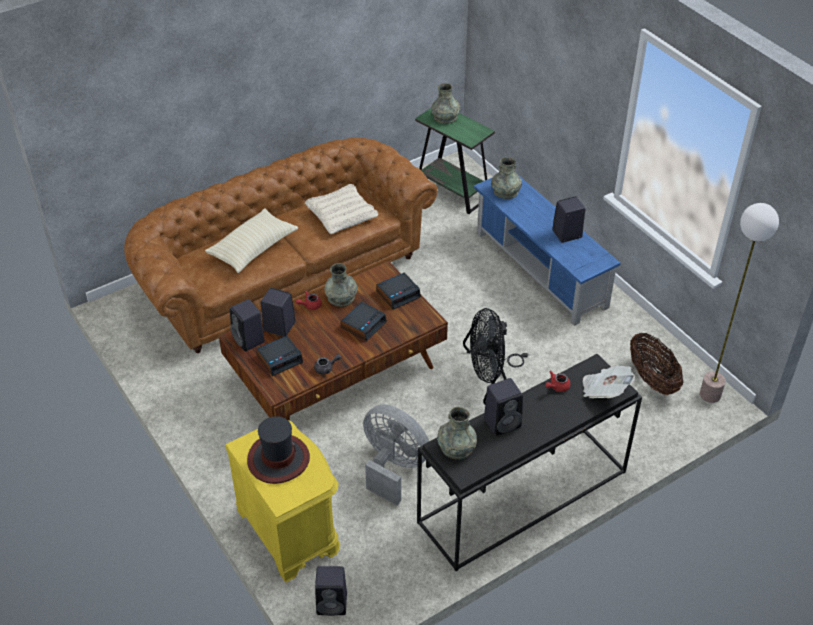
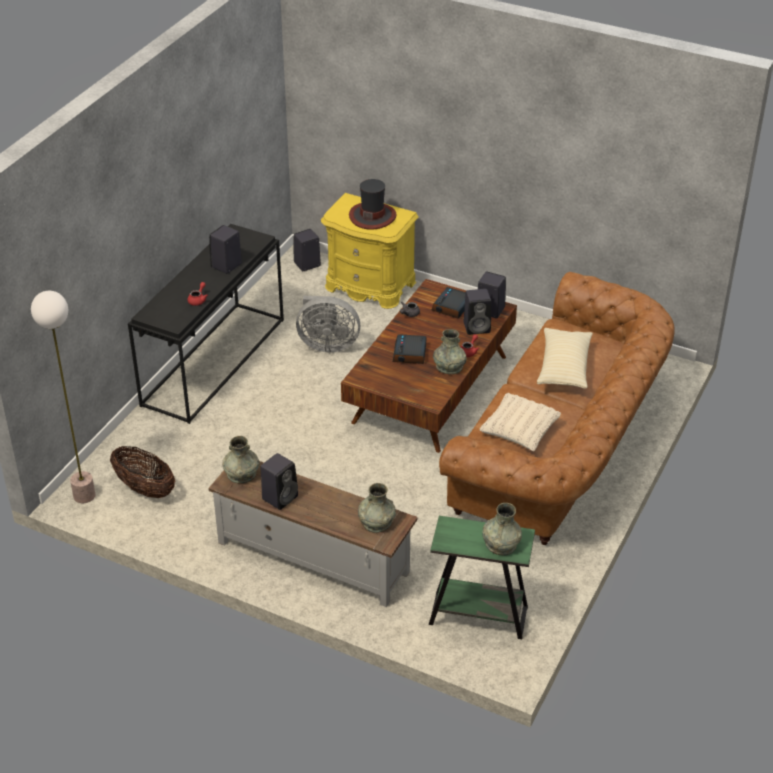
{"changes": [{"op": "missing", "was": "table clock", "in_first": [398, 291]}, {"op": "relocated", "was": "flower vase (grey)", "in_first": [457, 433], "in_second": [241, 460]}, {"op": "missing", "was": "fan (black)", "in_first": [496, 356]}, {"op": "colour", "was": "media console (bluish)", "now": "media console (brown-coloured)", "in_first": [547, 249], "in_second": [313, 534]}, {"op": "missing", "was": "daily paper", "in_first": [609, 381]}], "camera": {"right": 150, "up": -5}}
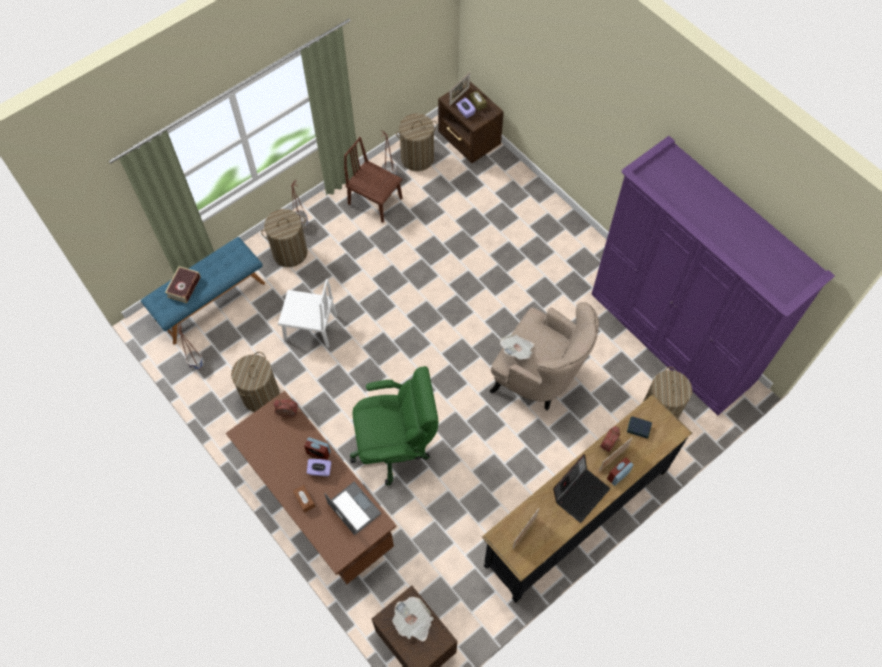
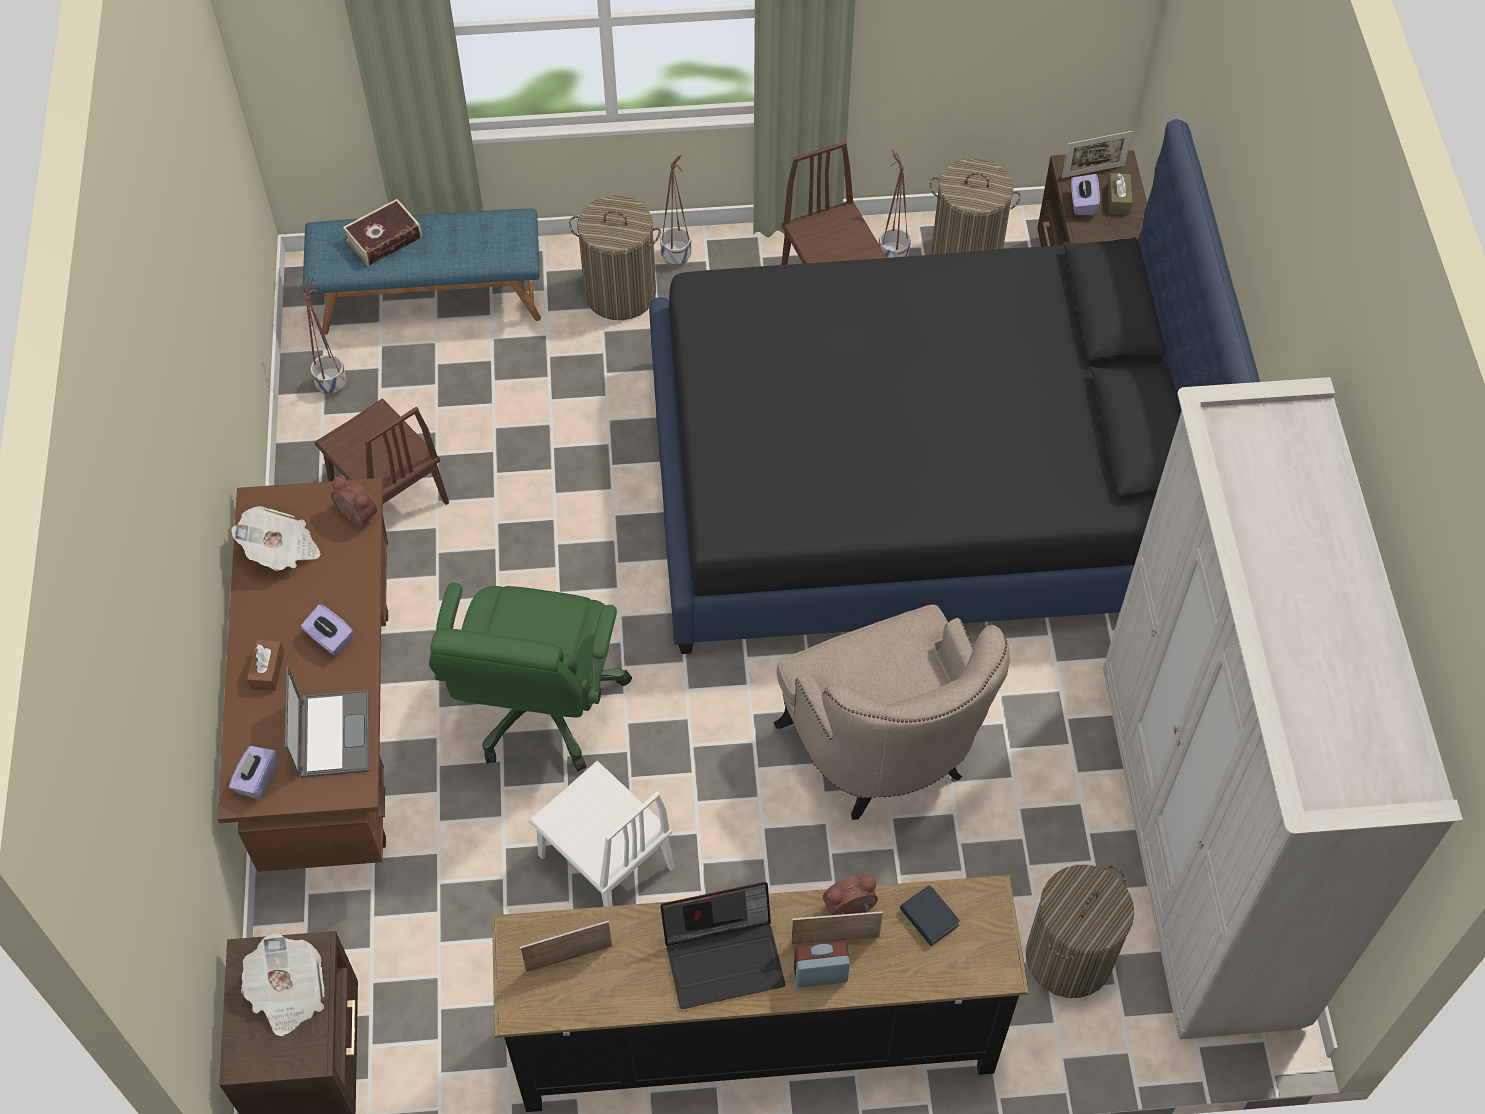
{"changes": [{"op": "exchanged", "was": "washing basket", "now": "chair (brown-coloured)", "in_first": [255, 382], "in_second": [381, 471]}, {"op": "relocated", "was": "chair (white-coloured)", "in_first": [307, 313], "in_second": [601, 834]}, {"op": "missing", "was": "table clock", "in_first": [317, 448]}, {"op": "spun", "was": "desk chair (green)", "in_first": [394, 425], "in_second": [530, 677], "clockwise": 75}, {"op": "relocated", "was": "daily paper", "in_first": [517, 347], "in_second": [276, 538]}, {"op": "colour", "was": "clothes cupboard (purplish)", "now": "clothes cupboard (white-coloured)", "in_first": [713, 275], "in_second": [1283, 708]}, {"op": "appeared", "now": "box of tissues (purplish)", "in_second": [253, 772]}, {"op": "appeared", "now": "bed (black)", "in_second": [954, 386]}], "camera": {"right": 35, "up": -5}}
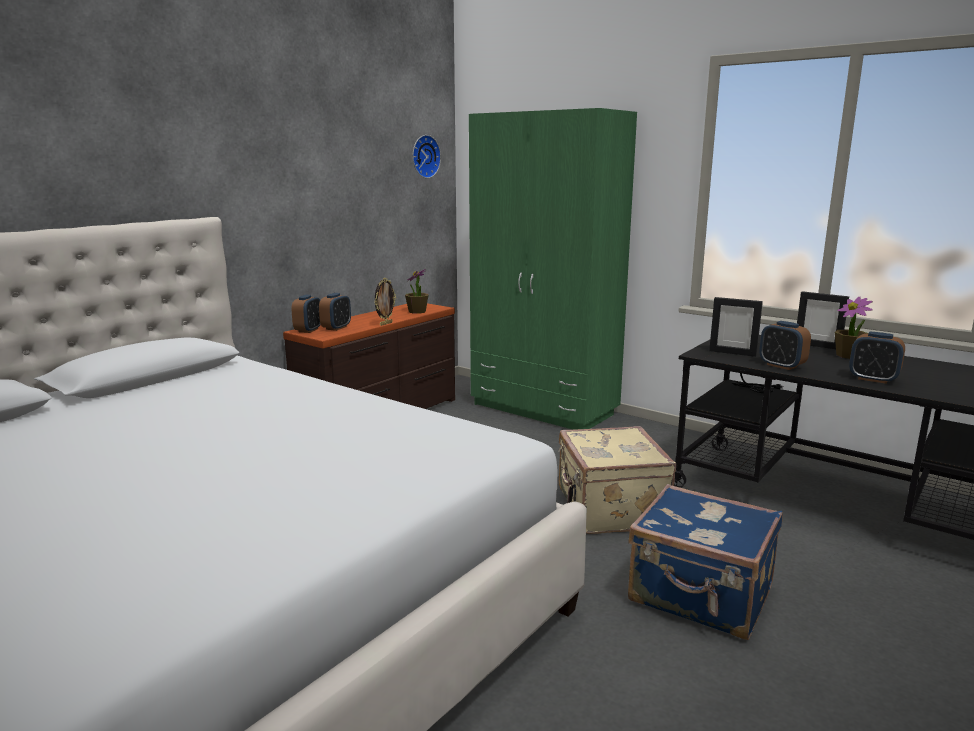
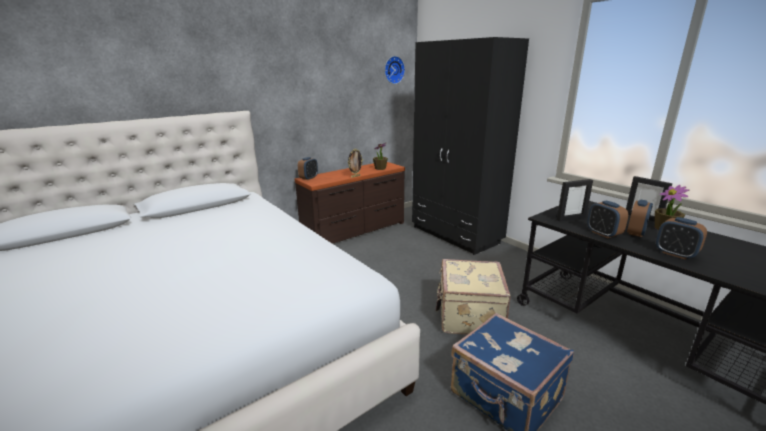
{"changes": [{"op": "relocated", "was": "table clock", "in_first": [335, 312], "in_second": [640, 218]}, {"op": "colour", "was": "clothes cupboard (green)", "now": "clothes cupboard (black)", "in_first": [553, 269], "in_second": [470, 146]}, {"op": "spun", "was": "standing frame", "in_first": [736, 327], "in_second": [574, 200], "clockwise": -60}], "camera": {"right": 15, "up": 5}}
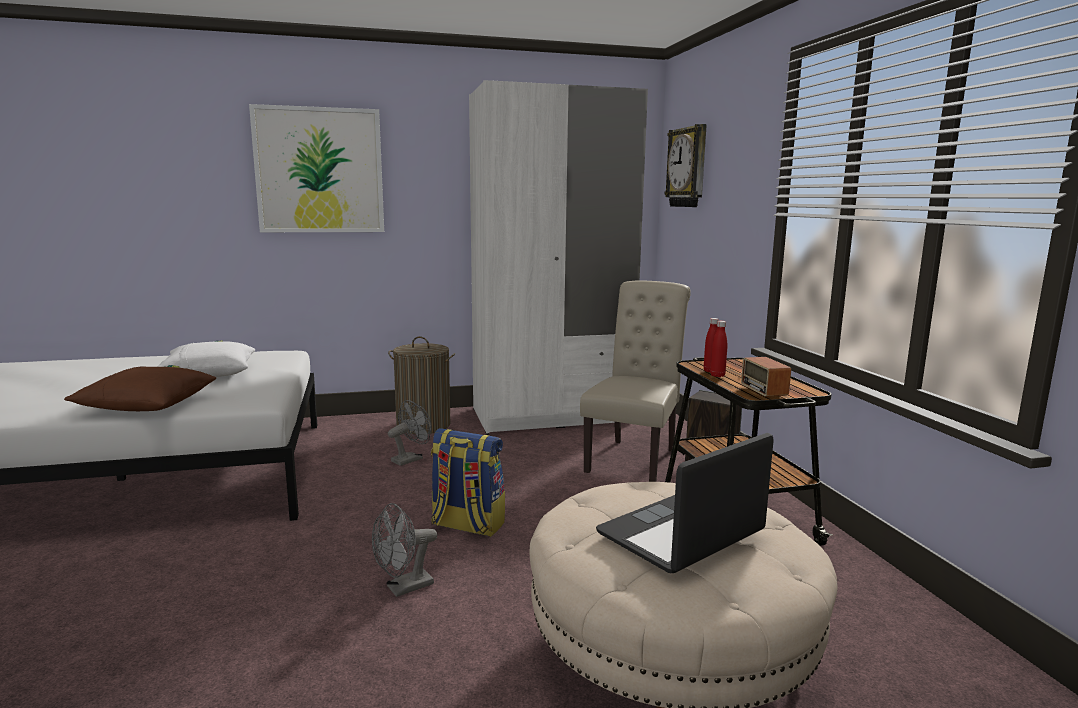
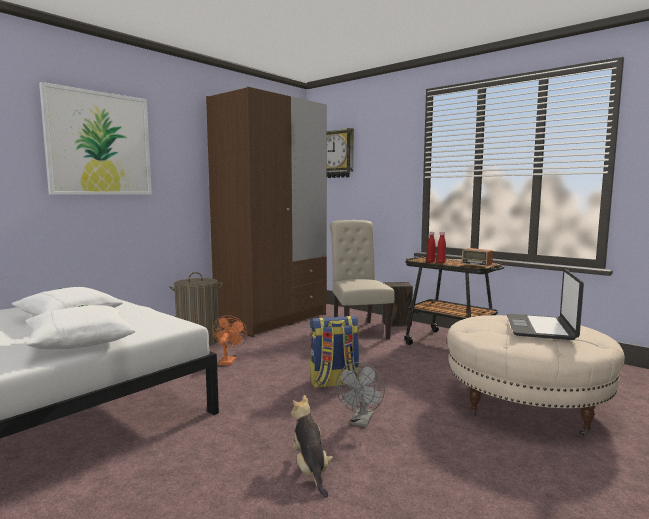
{"changes": [{"op": "colour", "was": "throw pillow (brown-coloured)", "now": "throw pillow (white-coloured)", "in_first": [140, 388], "in_second": [80, 327]}, {"op": "colour", "was": "fan (grey)", "now": "fan (orange)", "in_first": [409, 433], "in_second": [230, 340]}, {"op": "colour", "was": "clothes cupboard (white-coloured)", "now": "clothes cupboard (brown-coloured)", "in_first": [558, 257], "in_second": [266, 212]}, {"op": "appeared", "now": "cuddly toy", "in_second": [312, 446]}], "camera": {"right": -35, "up": -5}}
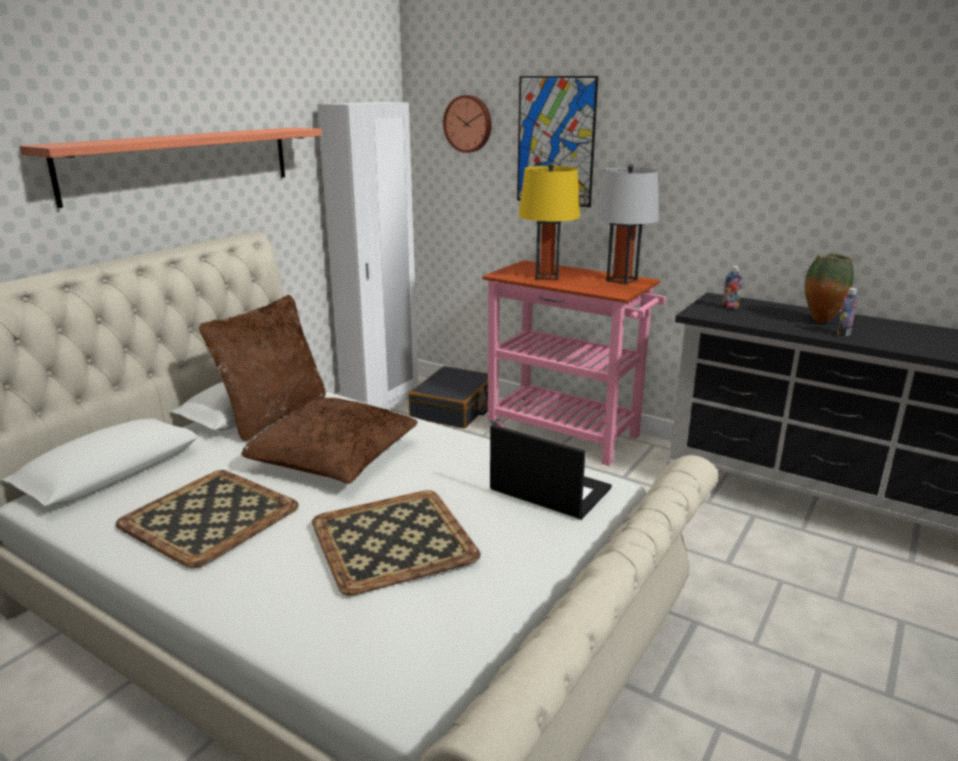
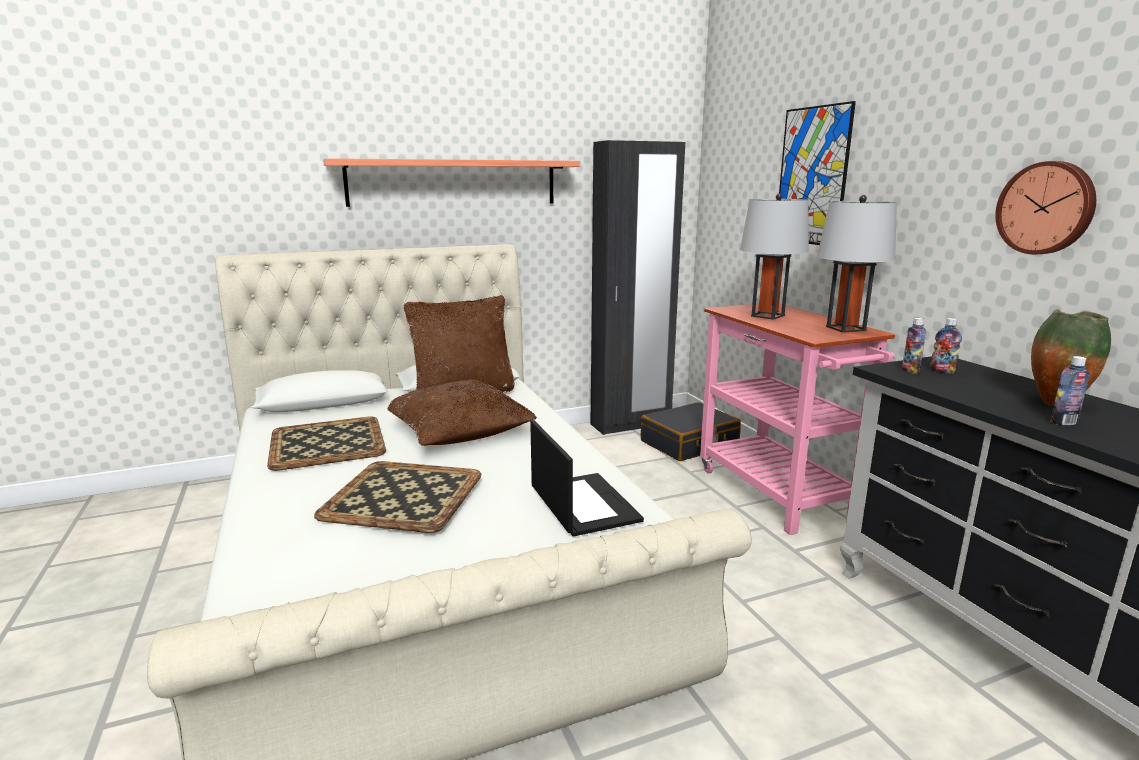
{"changes": [{"op": "colour", "was": "clothes cupboard (white-coloured)", "now": "clothes cupboard (black)", "in_first": [368, 255], "in_second": [638, 287]}, {"op": "relocated", "was": "wall clock", "in_first": [467, 124], "in_second": [1045, 208]}, {"op": "colour", "was": "table lamp (yellow)", "now": "table lamp (grey)", "in_first": [549, 221], "in_second": [774, 256]}, {"op": "appeared", "now": "drink bottle", "in_second": [914, 346]}], "camera": {"right": 35, "up": -5}}
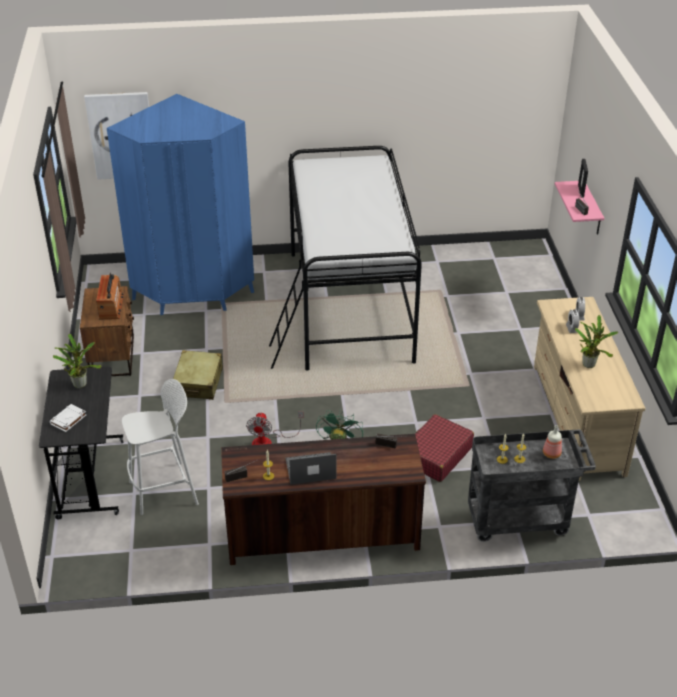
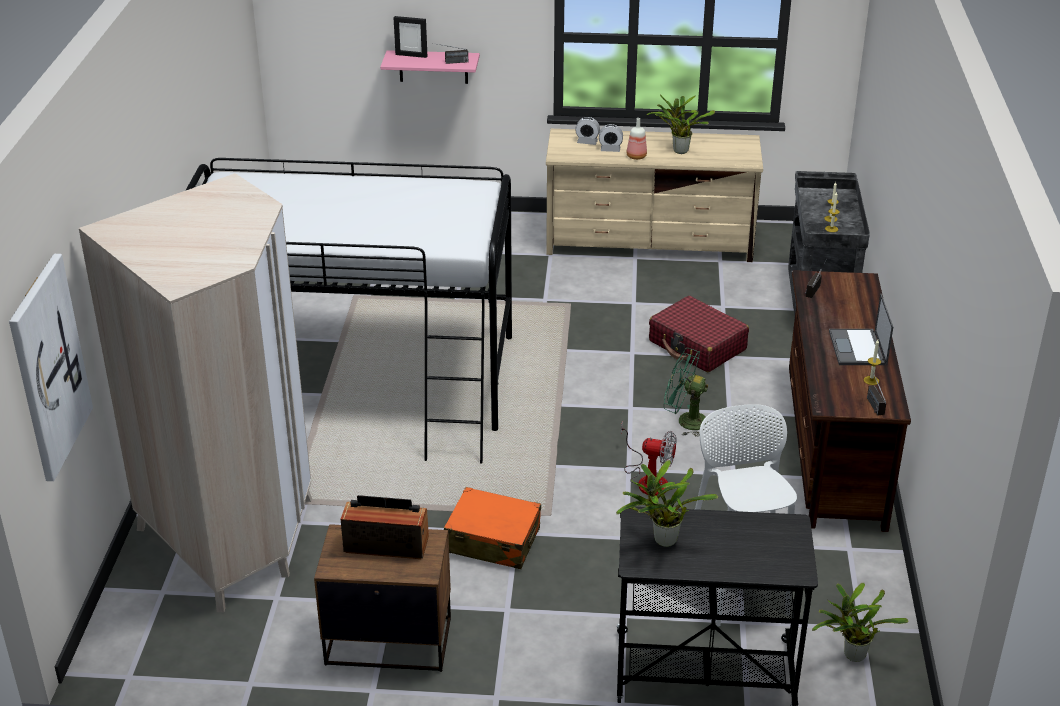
{"changes": [{"op": "missing", "was": "book (white-coloured)", "in_first": [67, 418]}, {"op": "colour", "was": "clothes cupboard (bluish)", "now": "clothes cupboard (sand-coloured)", "in_first": [180, 204], "in_second": [195, 393]}, {"op": "colour", "was": "suitcase (sand-coloured)", "now": "suitcase (orange)", "in_first": [198, 375], "in_second": [492, 528]}, {"op": "relocated", "was": "drink bottle", "in_first": [552, 442], "in_second": [637, 139]}, {"op": "appeared", "now": "potted plant", "in_second": [860, 622]}], "camera": {"right": -80, "up": -5}}
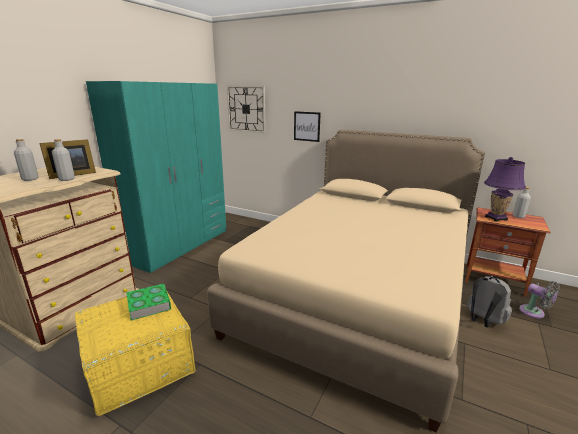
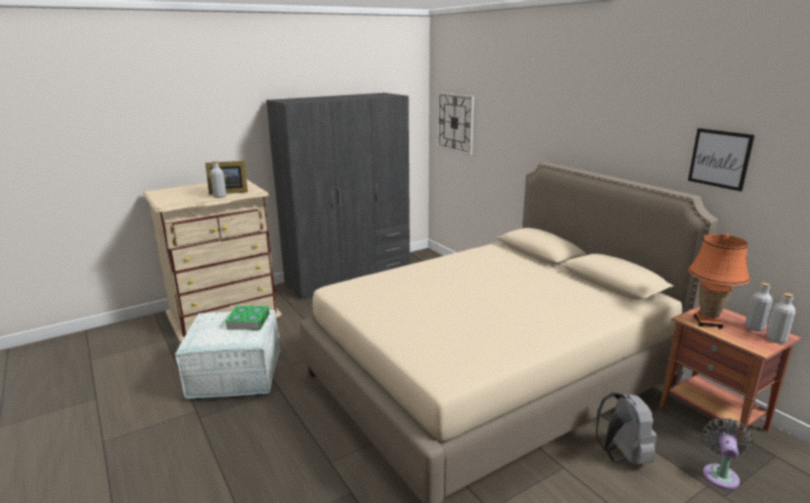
{"changes": [{"op": "relocated", "was": "drink bottle (grey)", "in_first": [26, 160], "in_second": [781, 318]}, {"op": "colour", "was": "footrest (yellow)", "now": "footrest (white-coloured)", "in_first": [135, 354], "in_second": [227, 354]}, {"op": "colour", "was": "clothes cupboard (blue-green)", "now": "clothes cupboard (grey)", "in_first": [156, 177], "in_second": [338, 196]}, {"op": "relocated", "was": "picture", "in_first": [307, 126], "in_second": [721, 159]}, {"op": "colour", "was": "table lamp (purplish)", "now": "table lamp (orange)", "in_first": [505, 189], "in_second": [719, 281]}, {"op": "spun", "was": "fan (grey)", "in_first": [539, 299], "in_second": [727, 454], "clockwise": -150}], "camera": {"right": 30, "up": 0}}
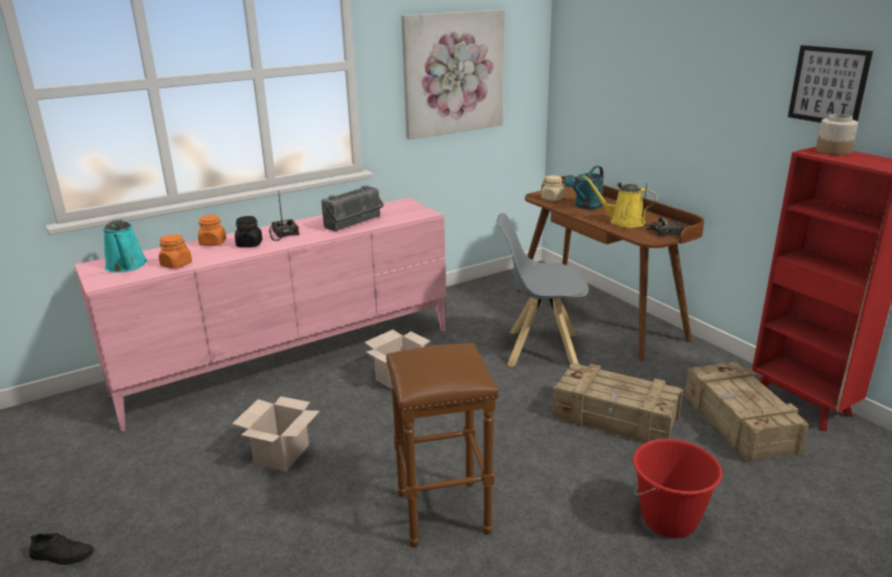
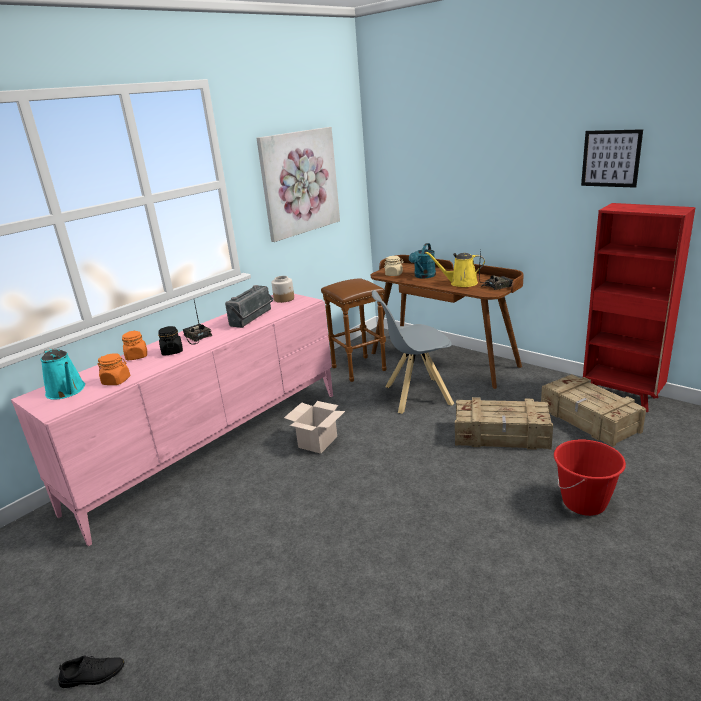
{"changes": [{"op": "missing", "was": "packing box", "in_first": [276, 434]}, {"op": "relocated", "was": "sitting stool (brown-coloured)", "in_first": [442, 445], "in_second": [354, 330]}, {"op": "relocated", "was": "storage jar", "in_first": [837, 134], "in_second": [282, 289]}], "camera": {"right": -15, "up": 0}}
